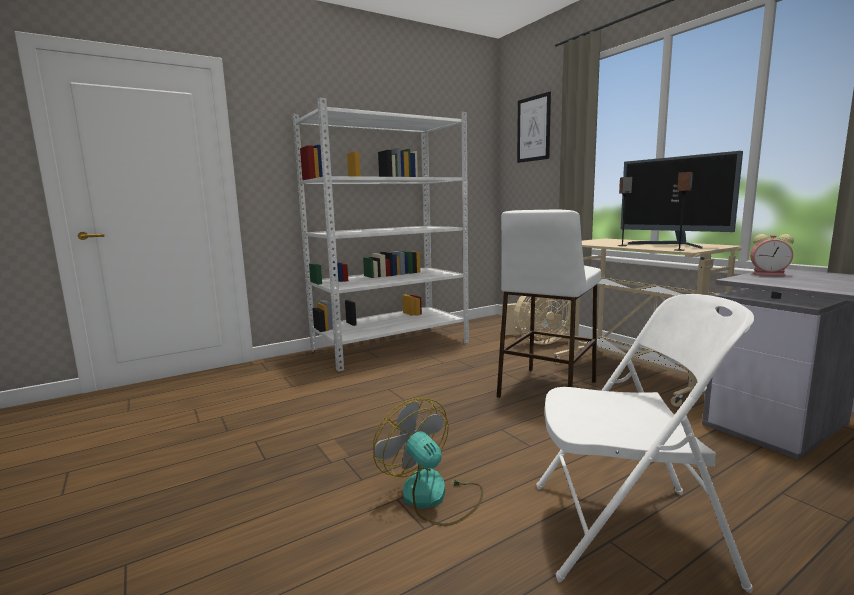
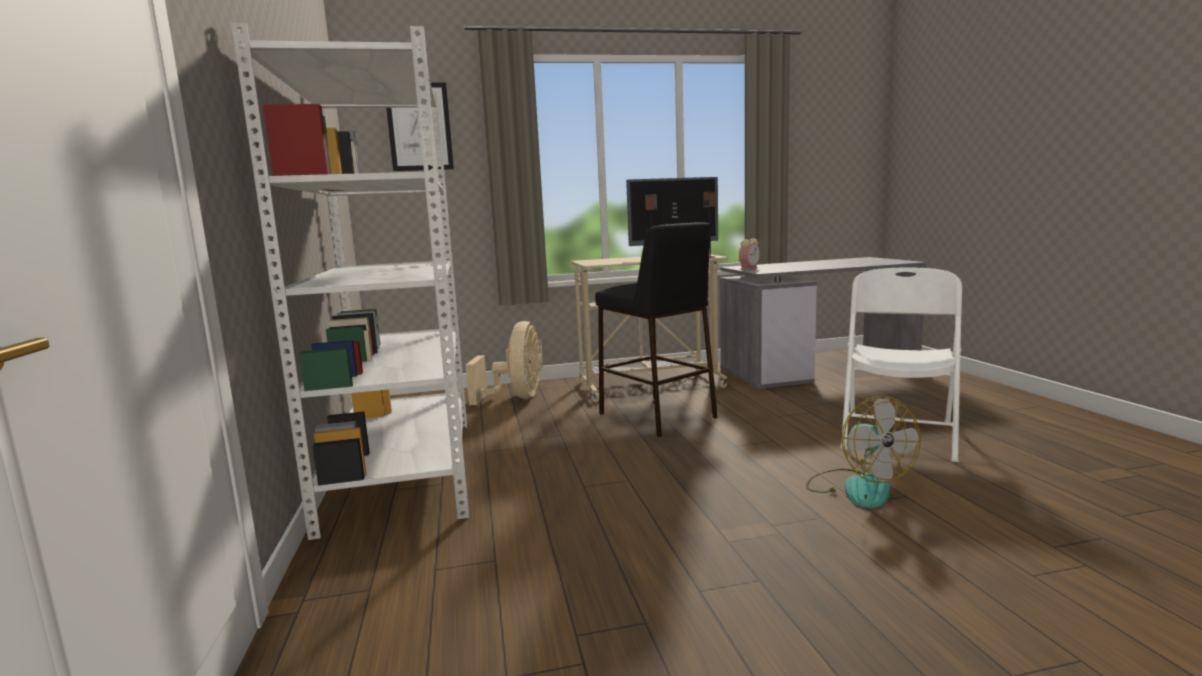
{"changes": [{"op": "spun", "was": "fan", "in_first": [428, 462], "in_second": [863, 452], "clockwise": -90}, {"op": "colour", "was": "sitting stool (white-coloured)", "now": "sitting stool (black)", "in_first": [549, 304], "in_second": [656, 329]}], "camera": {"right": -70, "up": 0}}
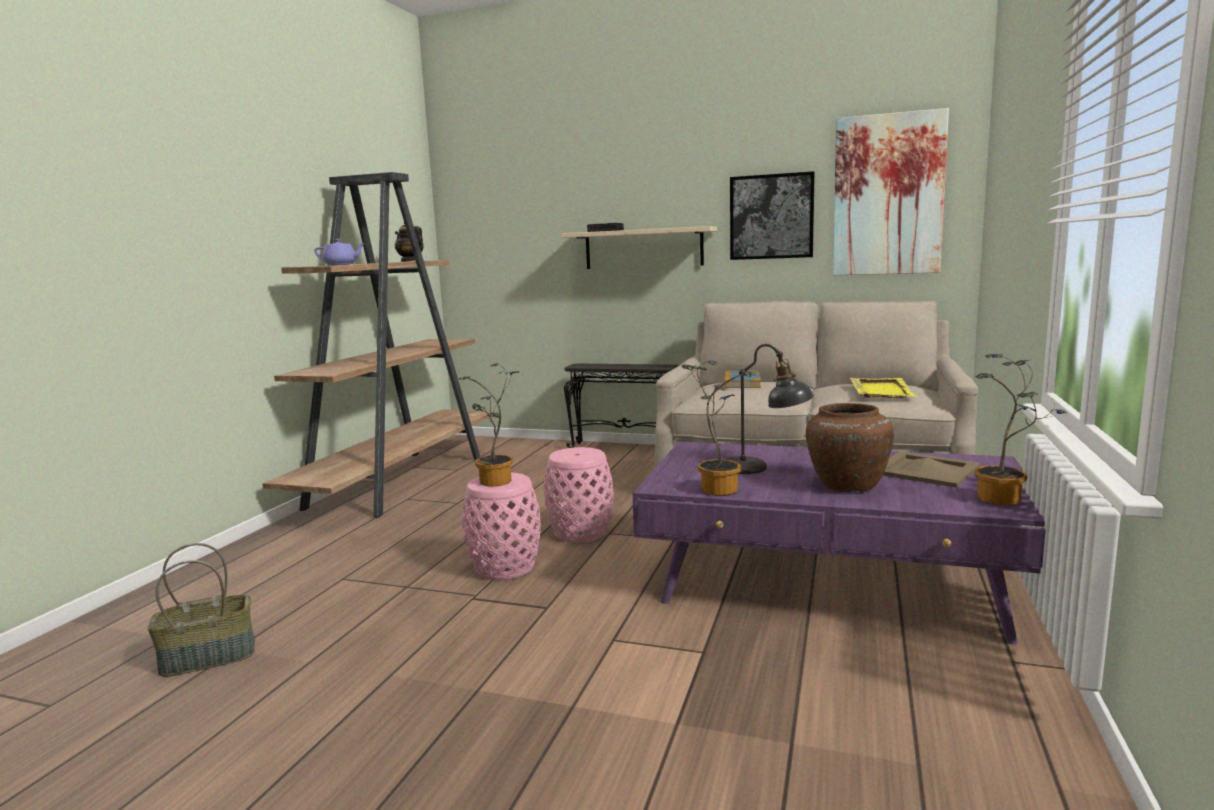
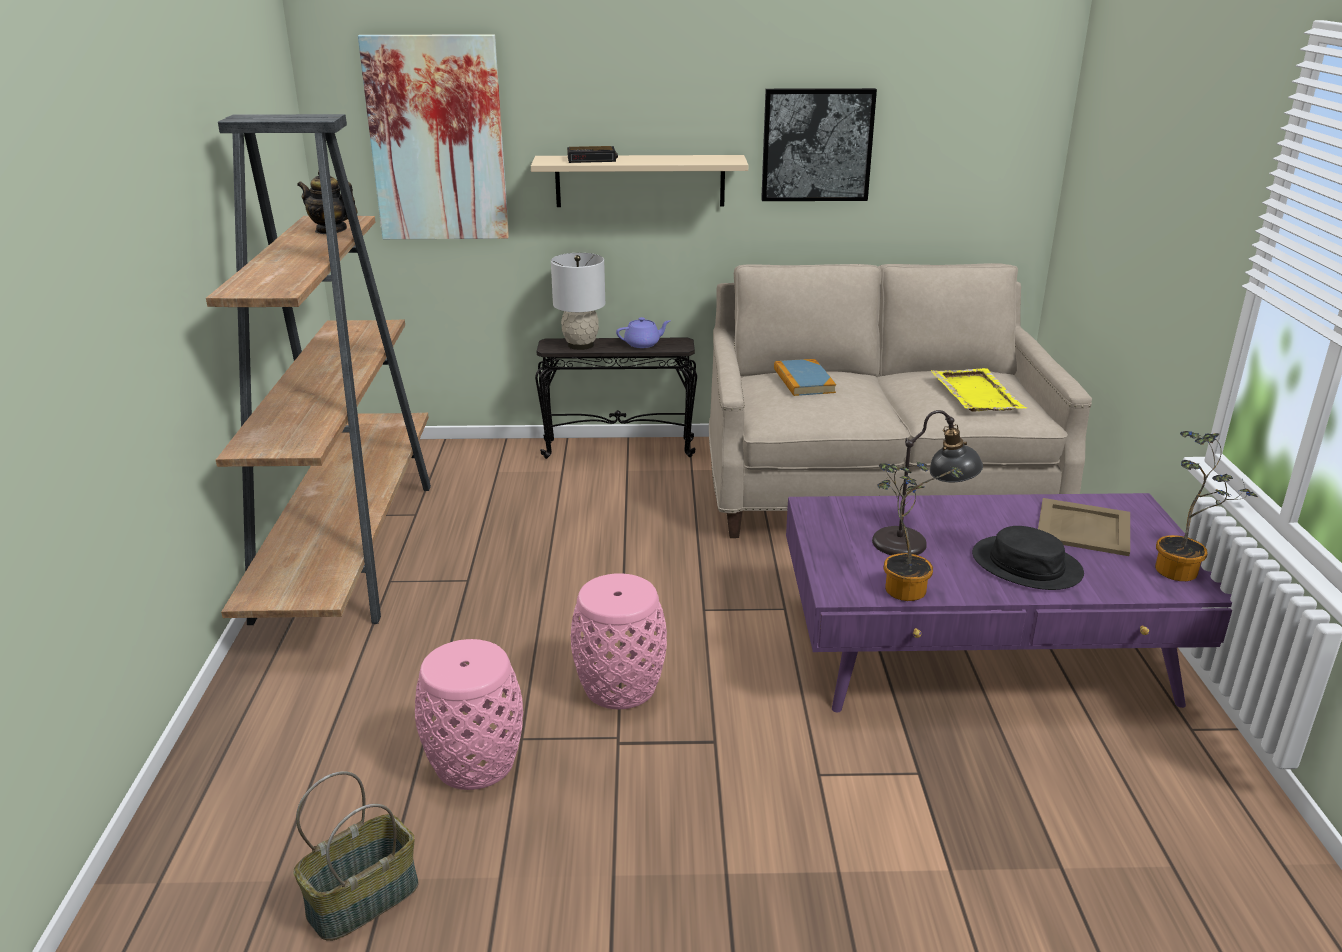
{"changes": [{"op": "relocated", "was": "teapot (purplish)", "in_first": [340, 252], "in_second": [643, 332]}, {"op": "missing", "was": "potted plant", "in_first": [488, 424]}, {"op": "relocated", "was": "sitting stool (pinkish)", "in_first": [578, 495], "in_second": [469, 714]}, {"op": "exchanged", "was": "flower vase (brown-coloured)", "now": "clothing hat (black)", "in_first": [850, 447], "in_second": [1028, 558]}, {"op": "relocated", "was": "picture", "in_first": [891, 191], "in_second": [433, 136]}, {"op": "appeared", "now": "table lamp (white-coloured)", "in_second": [578, 301]}], "camera": {"right": -20, "up": 15}}
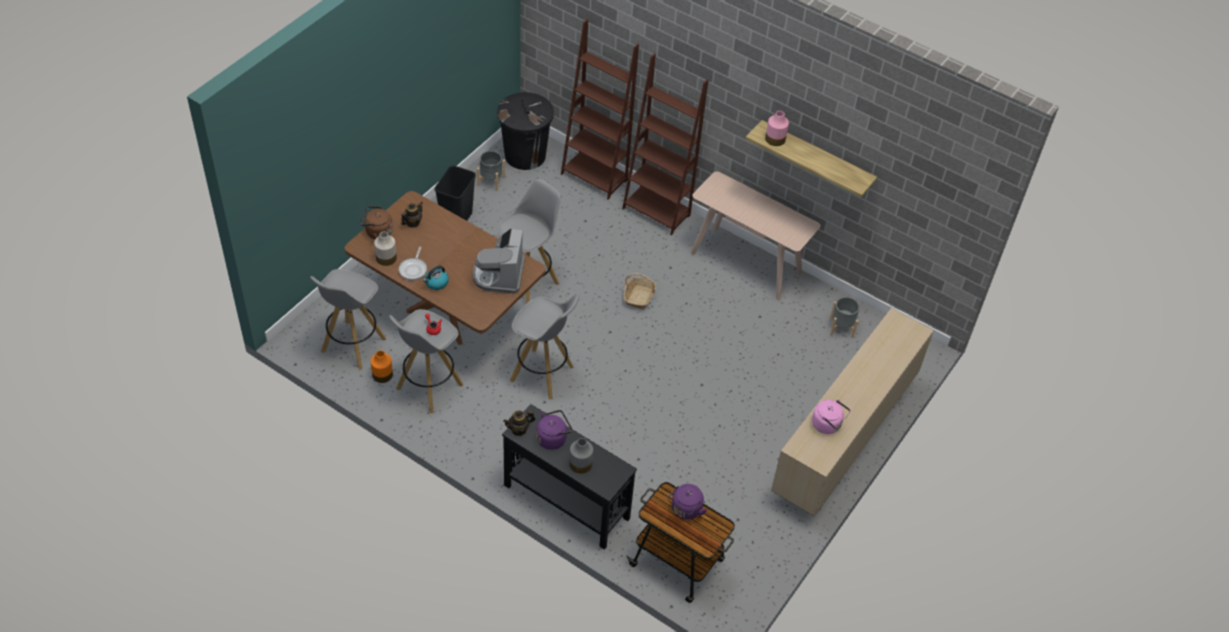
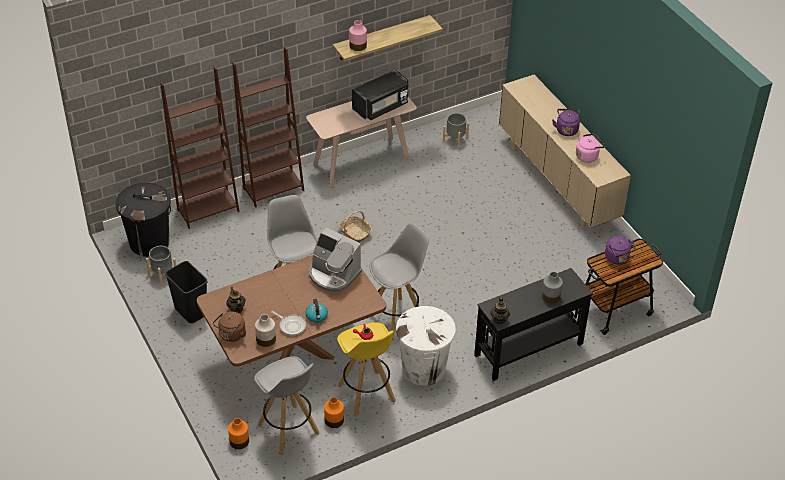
{"changes": [{"op": "colour", "was": "sitting stool (grey)", "now": "sitting stool (yellow)", "in_first": [426, 361], "in_second": [366, 369]}, {"op": "relocated", "was": "water kettle (purplish)", "in_first": [554, 430], "in_second": [566, 122]}, {"op": "appeared", "now": "flower vase (orange)", "in_second": [238, 433]}, {"op": "appeared", "now": "kitchen microwave (black)", "in_second": [380, 94]}, {"op": "appeared", "now": "rubbish bin (white-coloured)", "in_second": [426, 346]}], "camera": {"right": -60, "up": -5}}
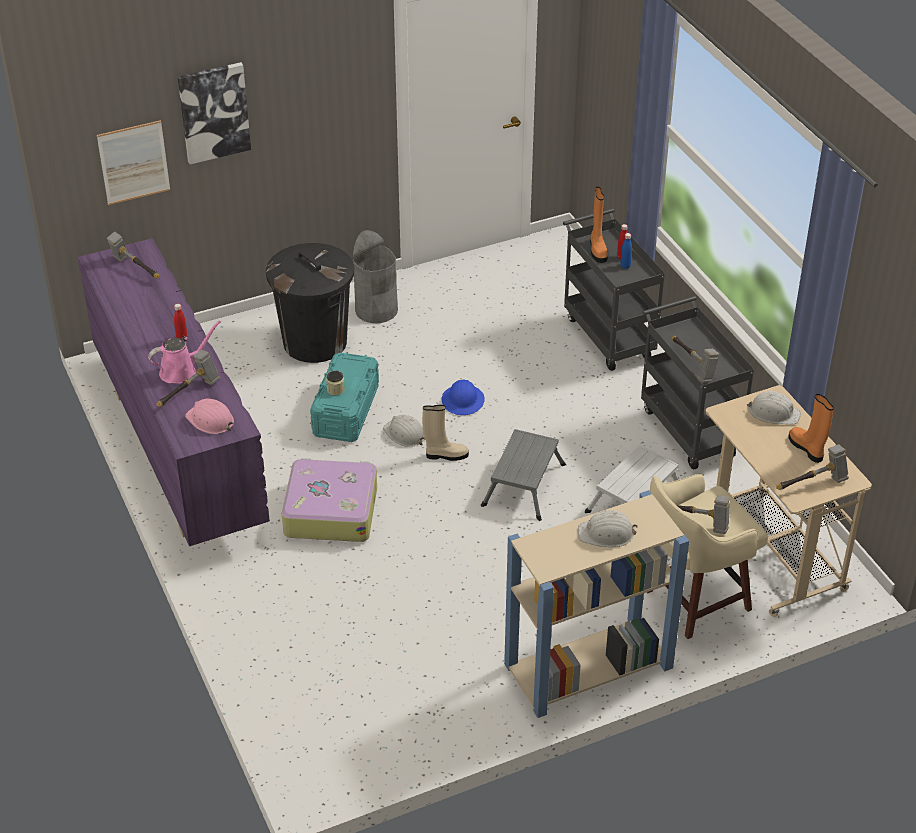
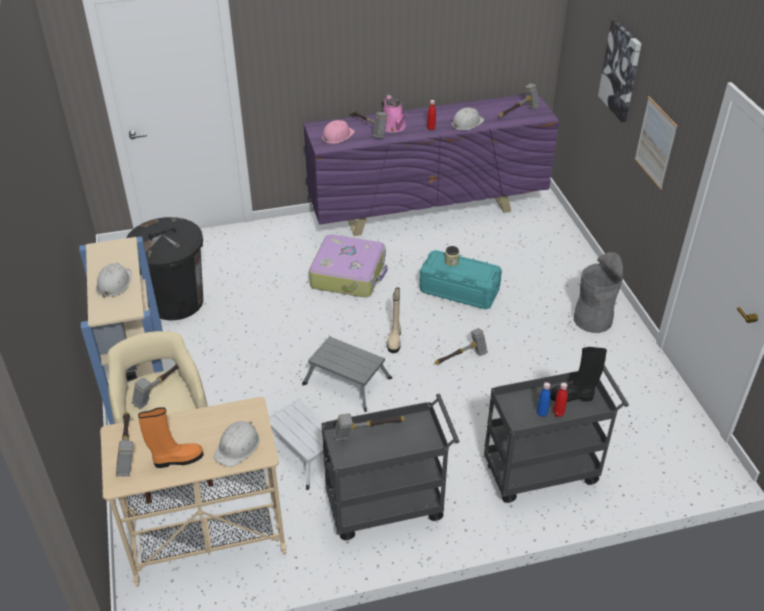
{"changes": [{"op": "relocated", "was": "picture", "in_first": [133, 162], "in_second": [656, 143]}, {"op": "relocated", "was": "rubbish bin (black)", "in_first": [310, 303], "in_second": [164, 268]}, {"op": "relocated", "was": "work helmet (white-coloured)", "in_first": [404, 431], "in_second": [468, 119]}, {"op": "exchanged", "was": "work helmet (bluish)", "now": "hand hammer", "in_first": [463, 397], "in_second": [461, 346]}, {"op": "colour", "was": "boot (orange)", "now": "boot (black)", "in_first": [599, 225], "in_second": [578, 374]}], "camera": {"right": 100, "up": 0}}
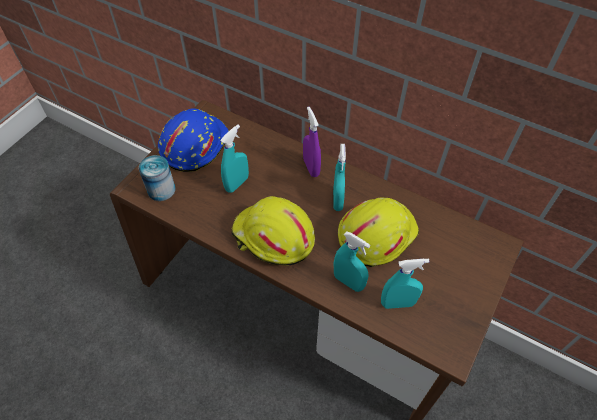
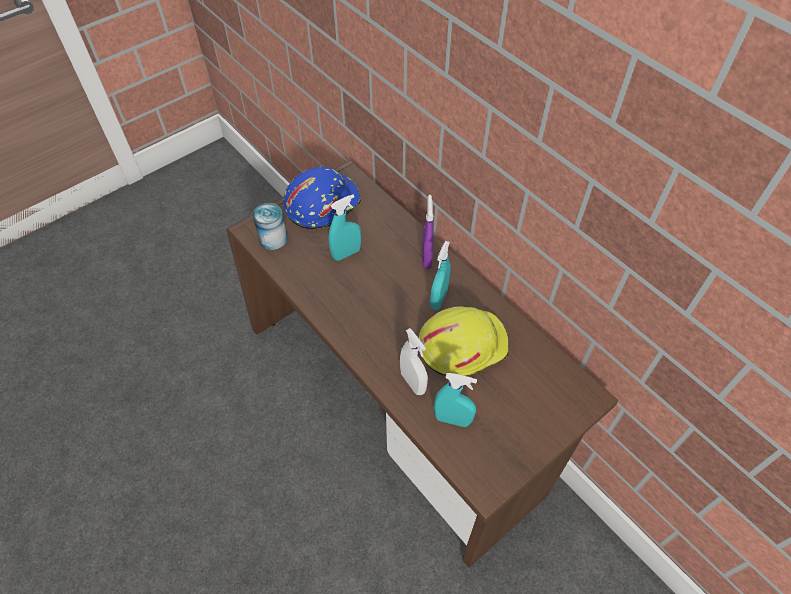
{"changes": [{"op": "missing", "was": "work helmet (yellow)", "in_first": [273, 230]}, {"op": "colour", "was": "spray bottle (blue-green)", "now": "spray bottle (white-coloured)", "in_first": [352, 261], "in_second": [414, 361]}], "camera": {"right": 20, "up": 0}}
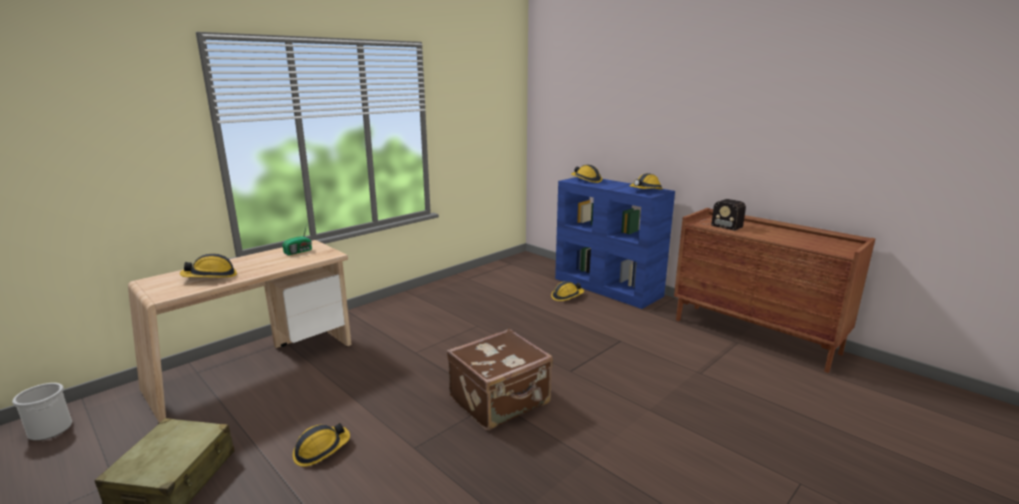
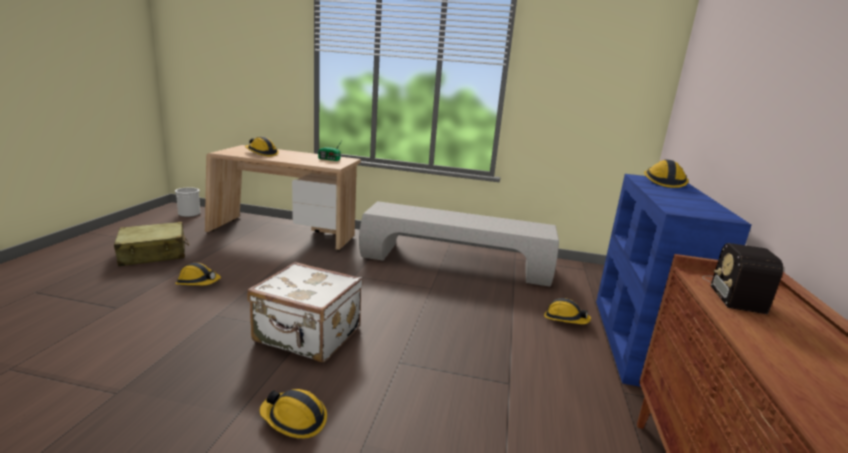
{"changes": [{"op": "colour", "was": "suitcase (brown-coloured)", "now": "suitcase (white-coloured)", "in_first": [500, 379], "in_second": [305, 312]}, {"op": "relocated", "was": "work helmet", "in_first": [646, 181], "in_second": [293, 414]}, {"op": "appeared", "now": "bench (grey)", "in_second": [459, 244]}], "camera": {"right": 55, "up": 0}}
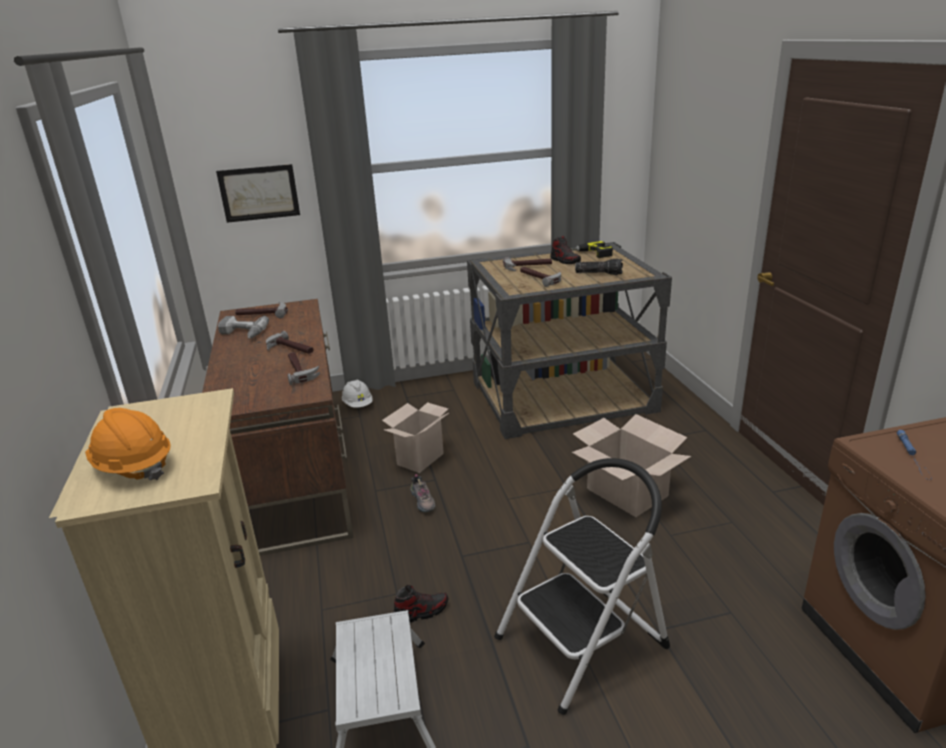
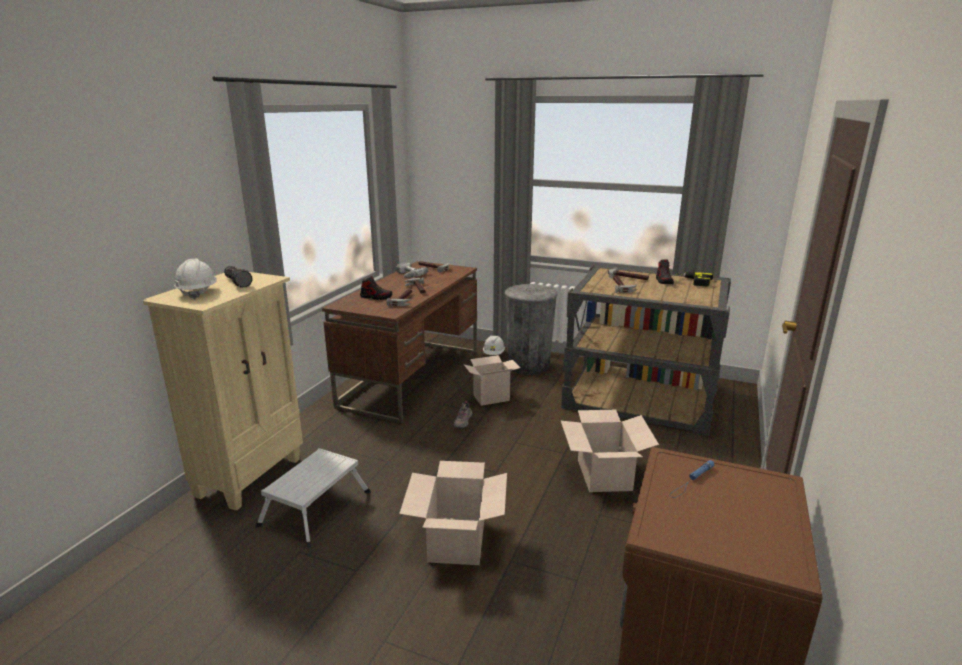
{"changes": [{"op": "colour", "was": "work helmet (orange)", "now": "work helmet (white-coloured)", "in_first": [128, 444], "in_second": [195, 278]}, {"op": "missing", "was": "picture", "in_first": [258, 193]}, {"op": "relocated", "was": "shoe", "in_first": [420, 604], "in_second": [376, 288]}, {"op": "exchanged", "was": "step ladder", "now": "packing box", "in_first": [582, 586], "in_second": [453, 513]}, {"op": "relocated", "was": "torch", "in_first": [599, 266], "in_second": [238, 276]}, {"op": "appeared", "now": "rubbish bin (grey)", "in_second": [531, 329]}], "camera": {"right": 35, "up": -5}}
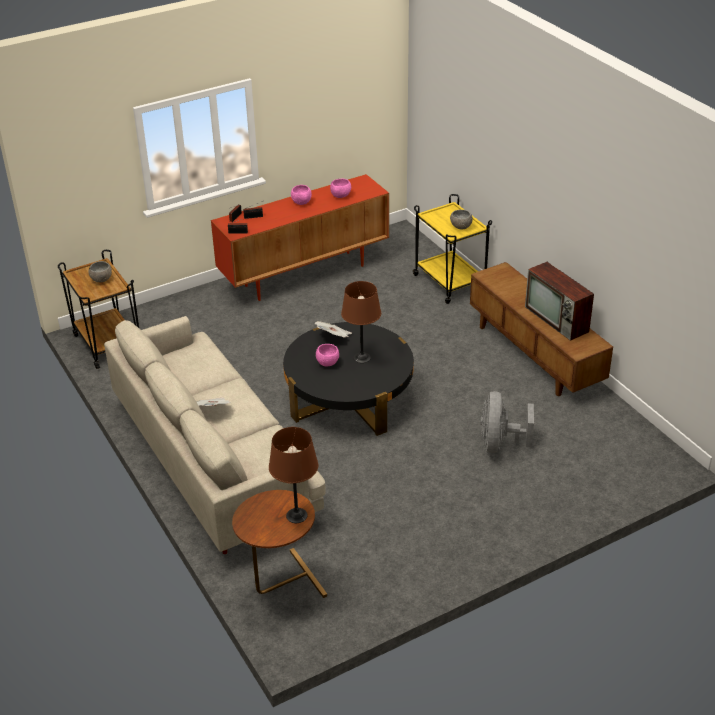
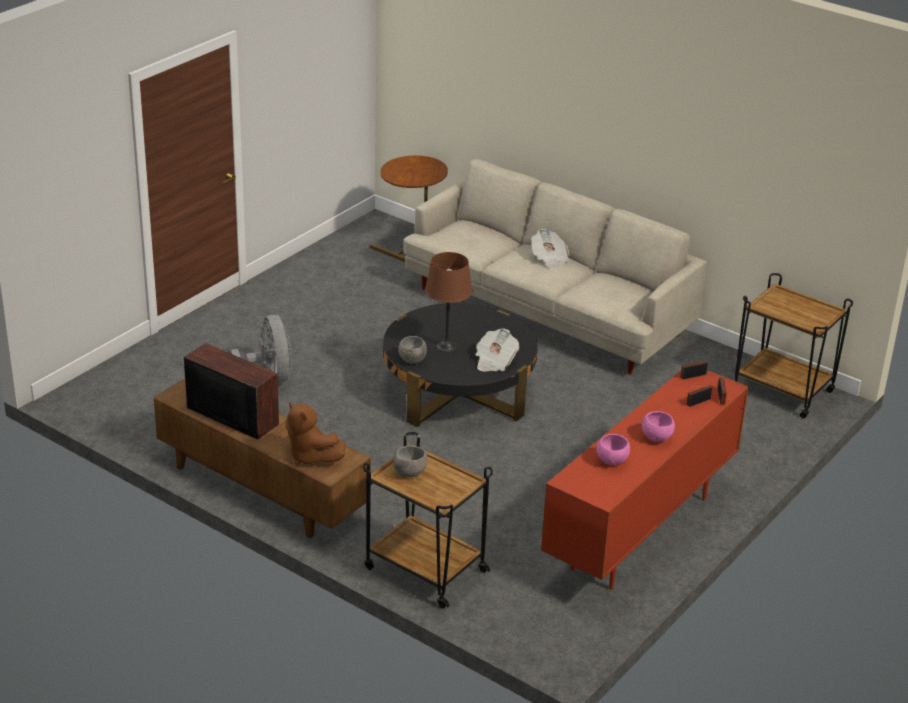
{"changes": [{"op": "relocated", "was": "serving bowl (grey)", "in_first": [100, 271], "in_second": [412, 350]}, {"op": "missing", "was": "table lamp (brown-coloured)", "in_first": [293, 475]}, {"op": "missing", "was": "serving bowl (pinkish)", "in_first": [327, 355]}, {"op": "colour", "was": "cart (yellow)", "now": "cart (brown-coloured)", "in_first": [452, 249], "in_second": [428, 520]}, {"op": "appeared", "now": "cuddly toy (brown-coloured)", "in_second": [315, 434]}], "camera": {"right": 155, "up": -5}}
